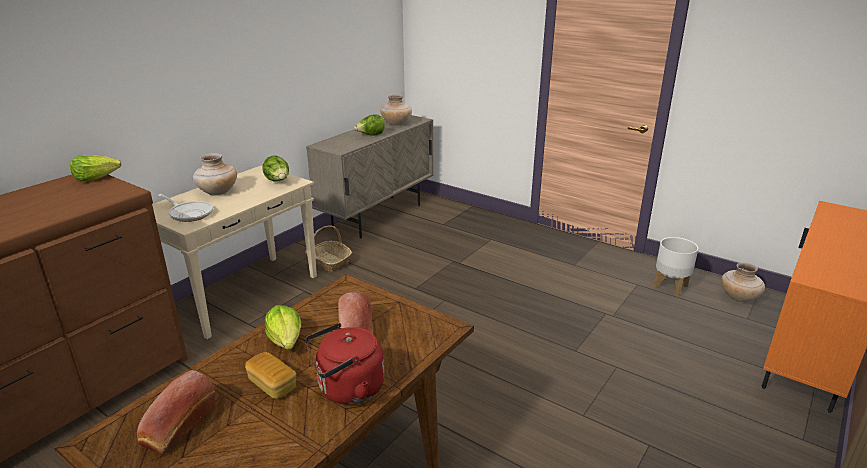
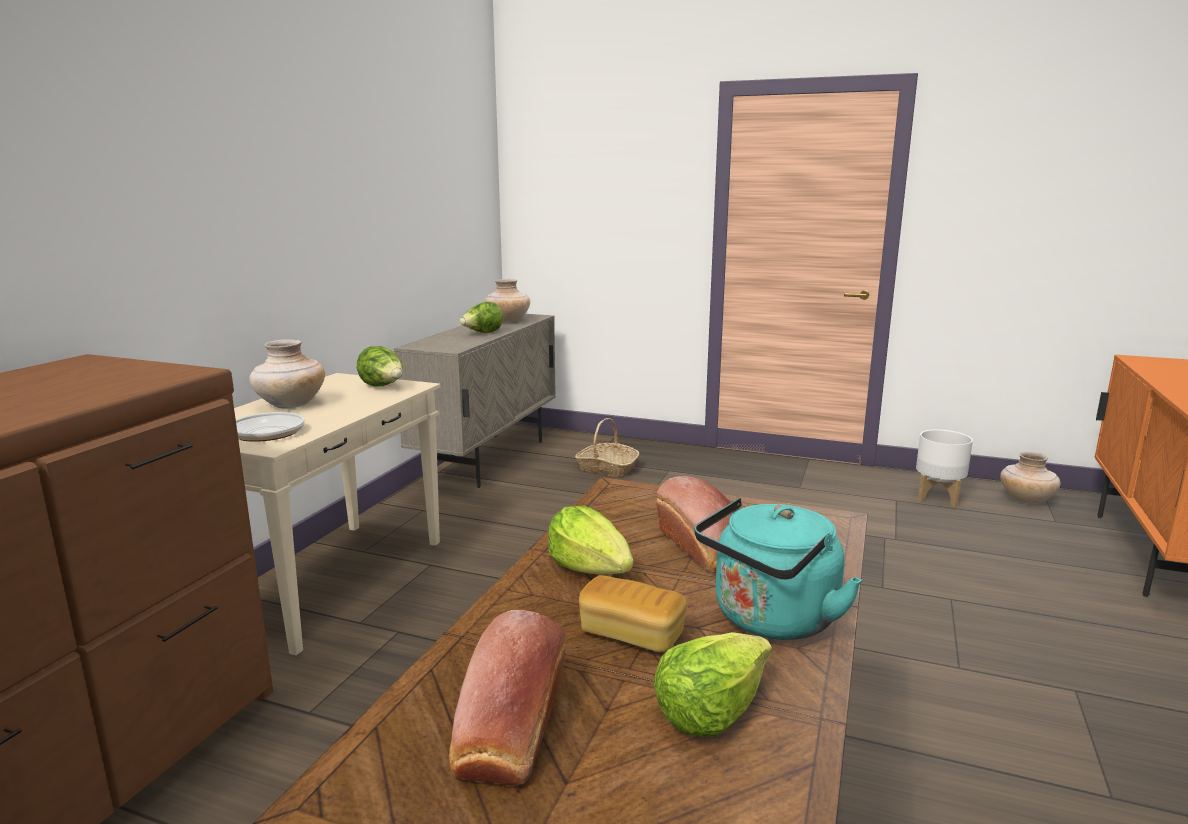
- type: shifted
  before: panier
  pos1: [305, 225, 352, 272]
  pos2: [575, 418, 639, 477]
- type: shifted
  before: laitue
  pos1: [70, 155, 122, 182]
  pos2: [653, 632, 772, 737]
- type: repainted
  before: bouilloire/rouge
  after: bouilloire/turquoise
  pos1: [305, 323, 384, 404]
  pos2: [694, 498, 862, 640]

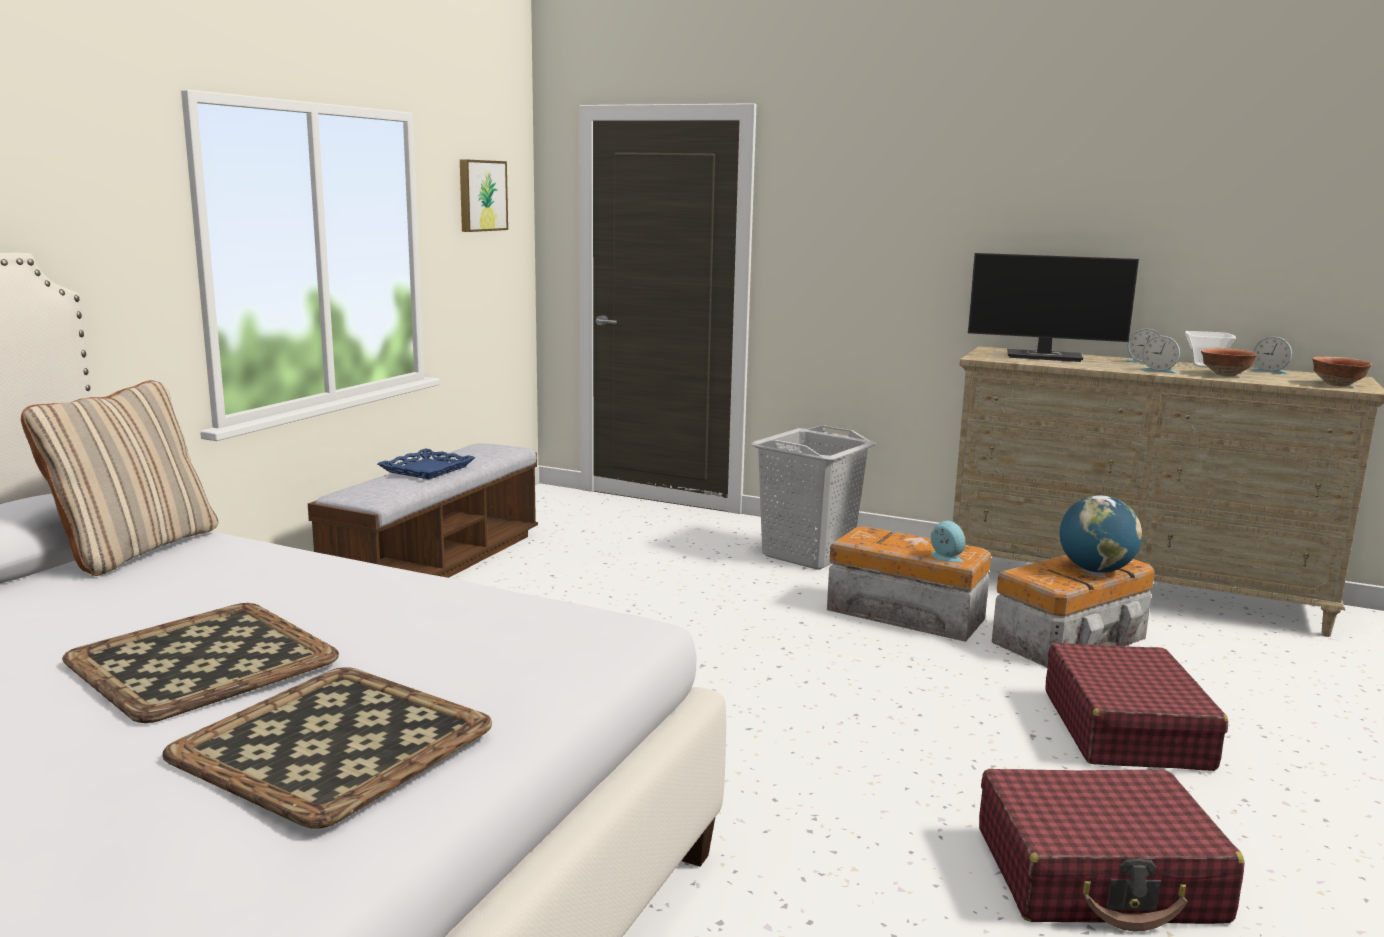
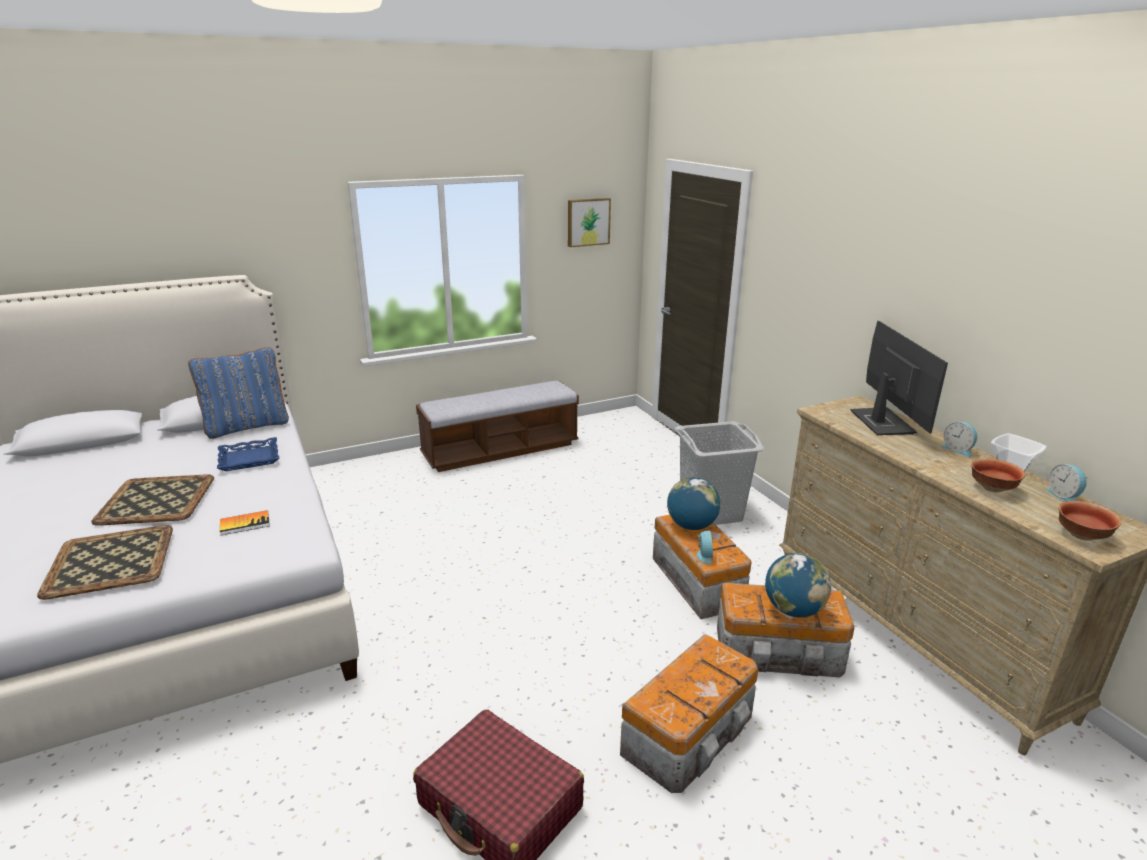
- type: repainted
  before: coussin/beige
  after: coussin/bleu
  pos1: [21, 380, 218, 576]
  pos2: [188, 347, 289, 439]
- type: shifted
  before: plateau/bleu
  pos1: [377, 448, 476, 479]
  pos2: [217, 437, 279, 471]
- type: new
  after: livre
  pos2: [220, 510, 270, 536]
- type: swapped
  before: valise/rouge
  after: boîte de rangement
  pos1: [1045, 643, 1228, 771]
  pos2: [620, 634, 758, 793]
- type: new
  after: globe
  pos2: [667, 477, 721, 530]
- type: rotated
  before: écran d'ordinateur
  pos1: [968, 253, 1139, 362]
  pos2: [850, 321, 948, 435]
  turn: -150
- type: gone
  before: réveil
  pos1: [1140, 336, 1180, 374]

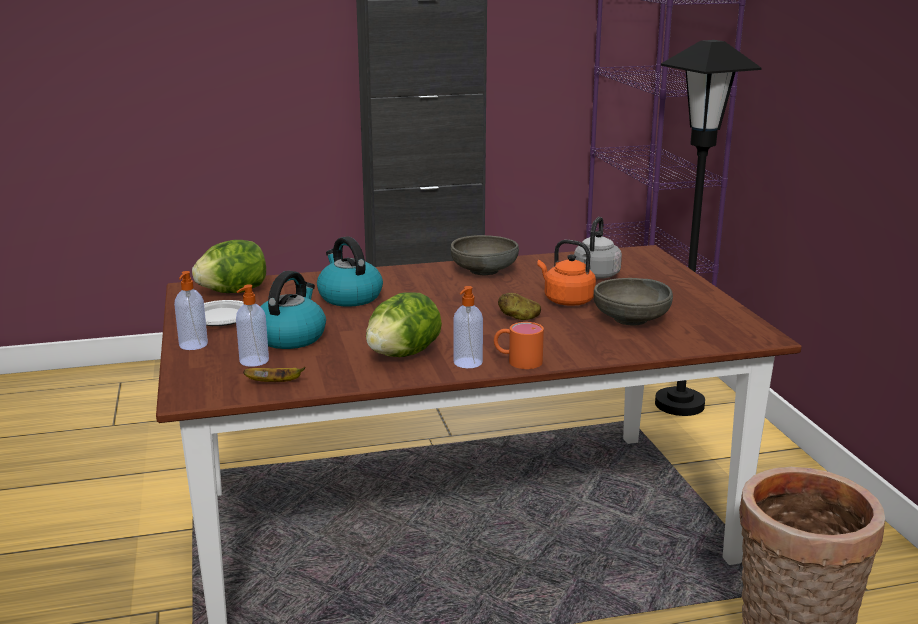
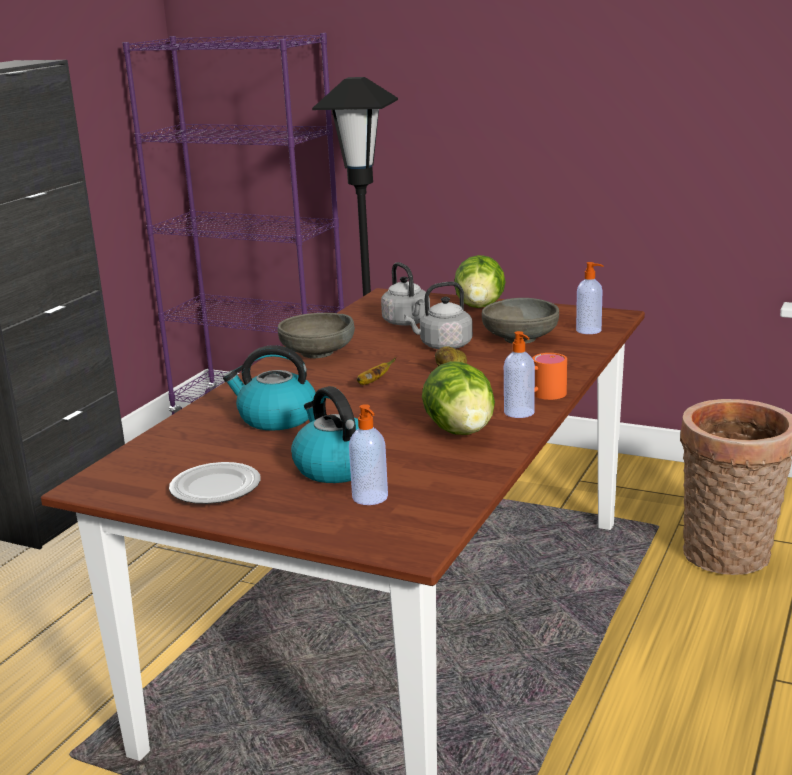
- type: shifted
  before: banane
  pos1: [243, 367, 305, 382]
  pos2: [357, 357, 396, 385]
- type: repainted
  before: bouilloire/orange
  after: bouilloire/gris
  pos1: [537, 240, 596, 306]
  pos2: [404, 282, 473, 349]
- type: shifted
  before: laitue
  pos1: [192, 240, 266, 293]
  pos2: [454, 255, 506, 308]
- type: shifted
  before: distributeur de savon
  pos1: [174, 271, 208, 350]
  pos2: [576, 262, 604, 334]

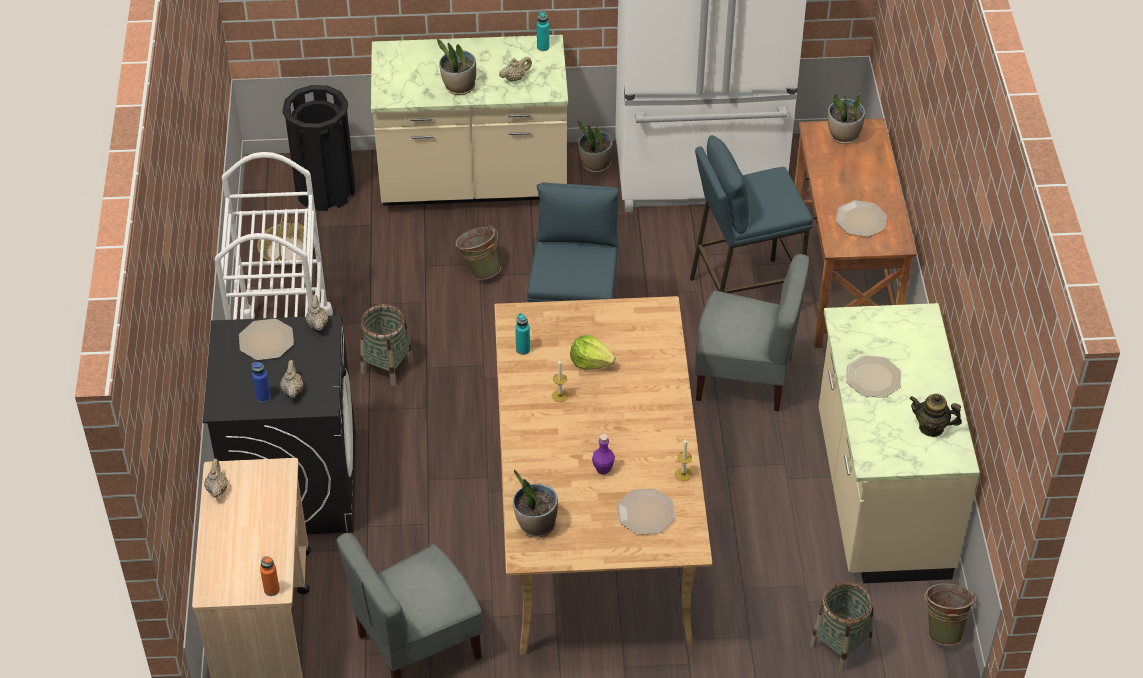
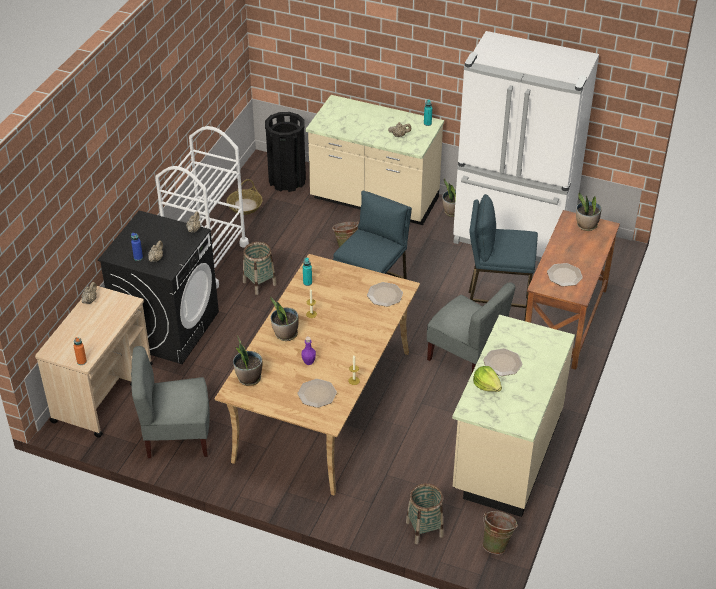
- type: shifted
  before: plante en pot
  pos1: [437, 38, 476, 95]
  pos2: [270, 296, 299, 341]
- type: shifted
  before: assiette
  pos1: [239, 319, 294, 360]
  pos2: [367, 282, 403, 307]
- type: shifted
  before: laitue
  pos1: [570, 335, 616, 370]
  pos2: [473, 366, 502, 392]
- type: gone
  before: théière
  pos1: [909, 394, 962, 437]

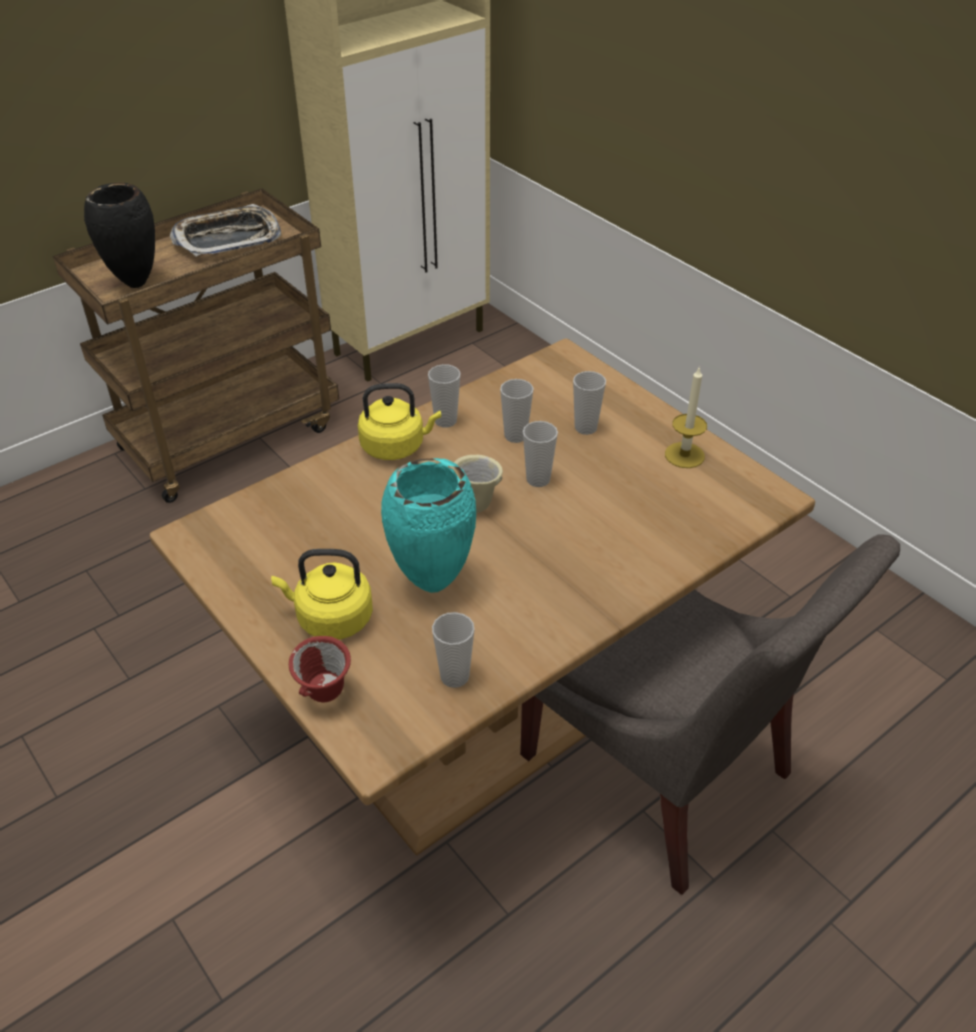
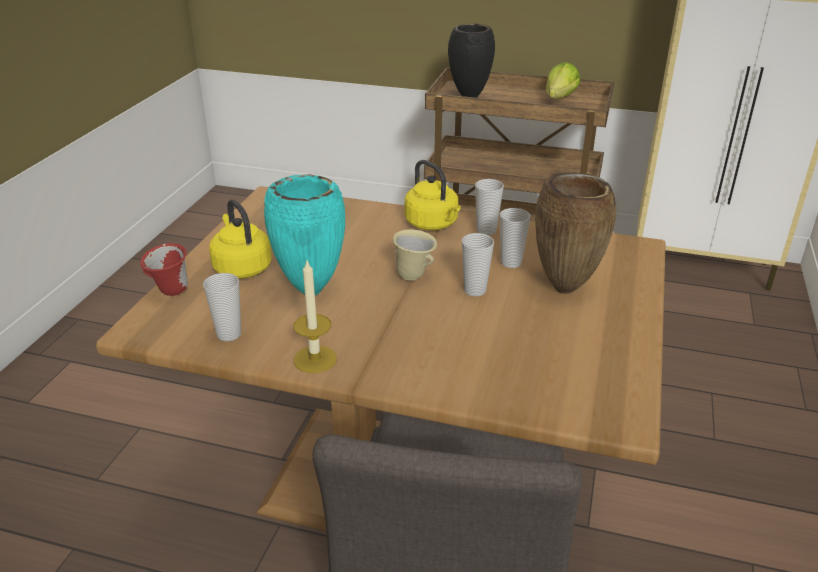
- type: shifted
  before: bougie
  pos1: [665, 366, 707, 468]
  pos2: [294, 261, 337, 373]
- type: swapped
  before: tasse
  after: vase/marron
  pos1: [573, 371, 606, 435]
  pos2: [535, 173, 617, 294]
- type: swapped
  before: plateau
  after: laitue
  pos1: [170, 204, 281, 256]
  pos2: [546, 62, 580, 99]

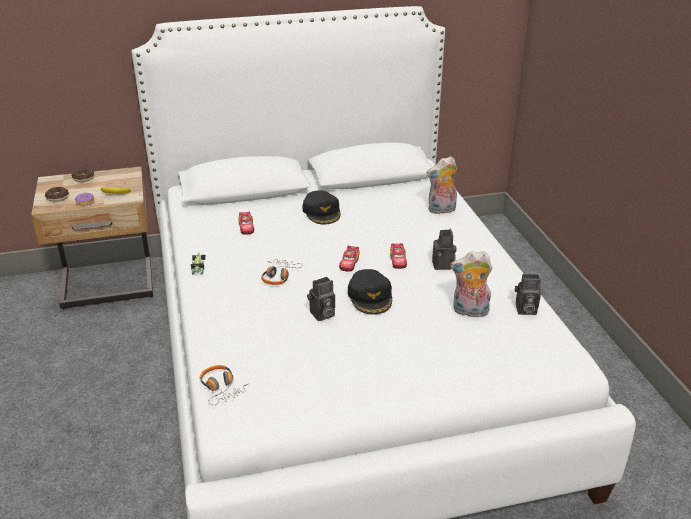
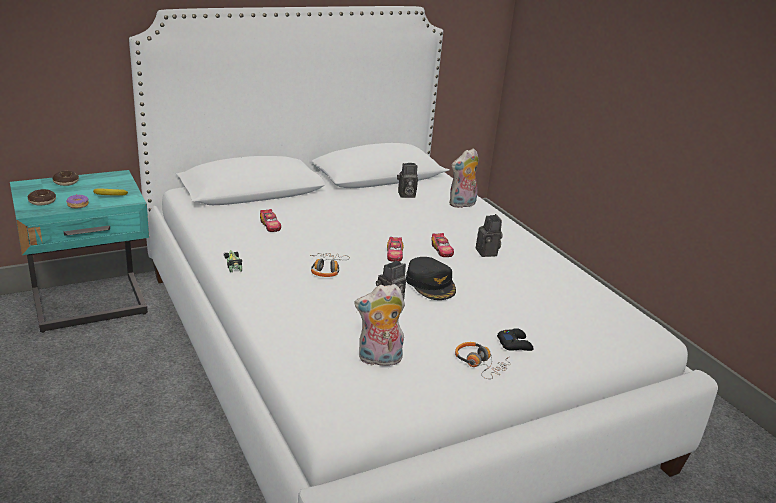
- type: repainted
  before: table de chevet/beige
  after: table de chevet/turquoise
  pos1: [31, 167, 153, 310]
  pos2: [10, 170, 149, 333]
- type: shifted
  before: peluche
  pos1: [450, 251, 492, 317]
  pos2: [354, 284, 405, 366]
- type: shifted
  before: appareil photo
  pos1: [515, 274, 541, 315]
  pos2: [397, 163, 418, 198]
- type: shifted
  before: casque audio
  pos1: [200, 365, 248, 405]
  pos2: [455, 342, 511, 379]
- type: new
  after: manette/noir
  pos2: [497, 328, 534, 351]
- type: gone
  before: casquette/noir
  pos1: [303, 191, 341, 224]

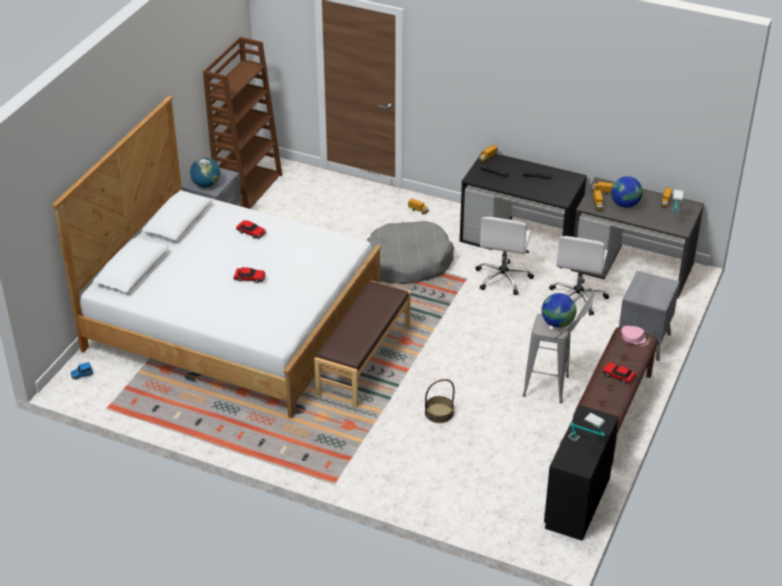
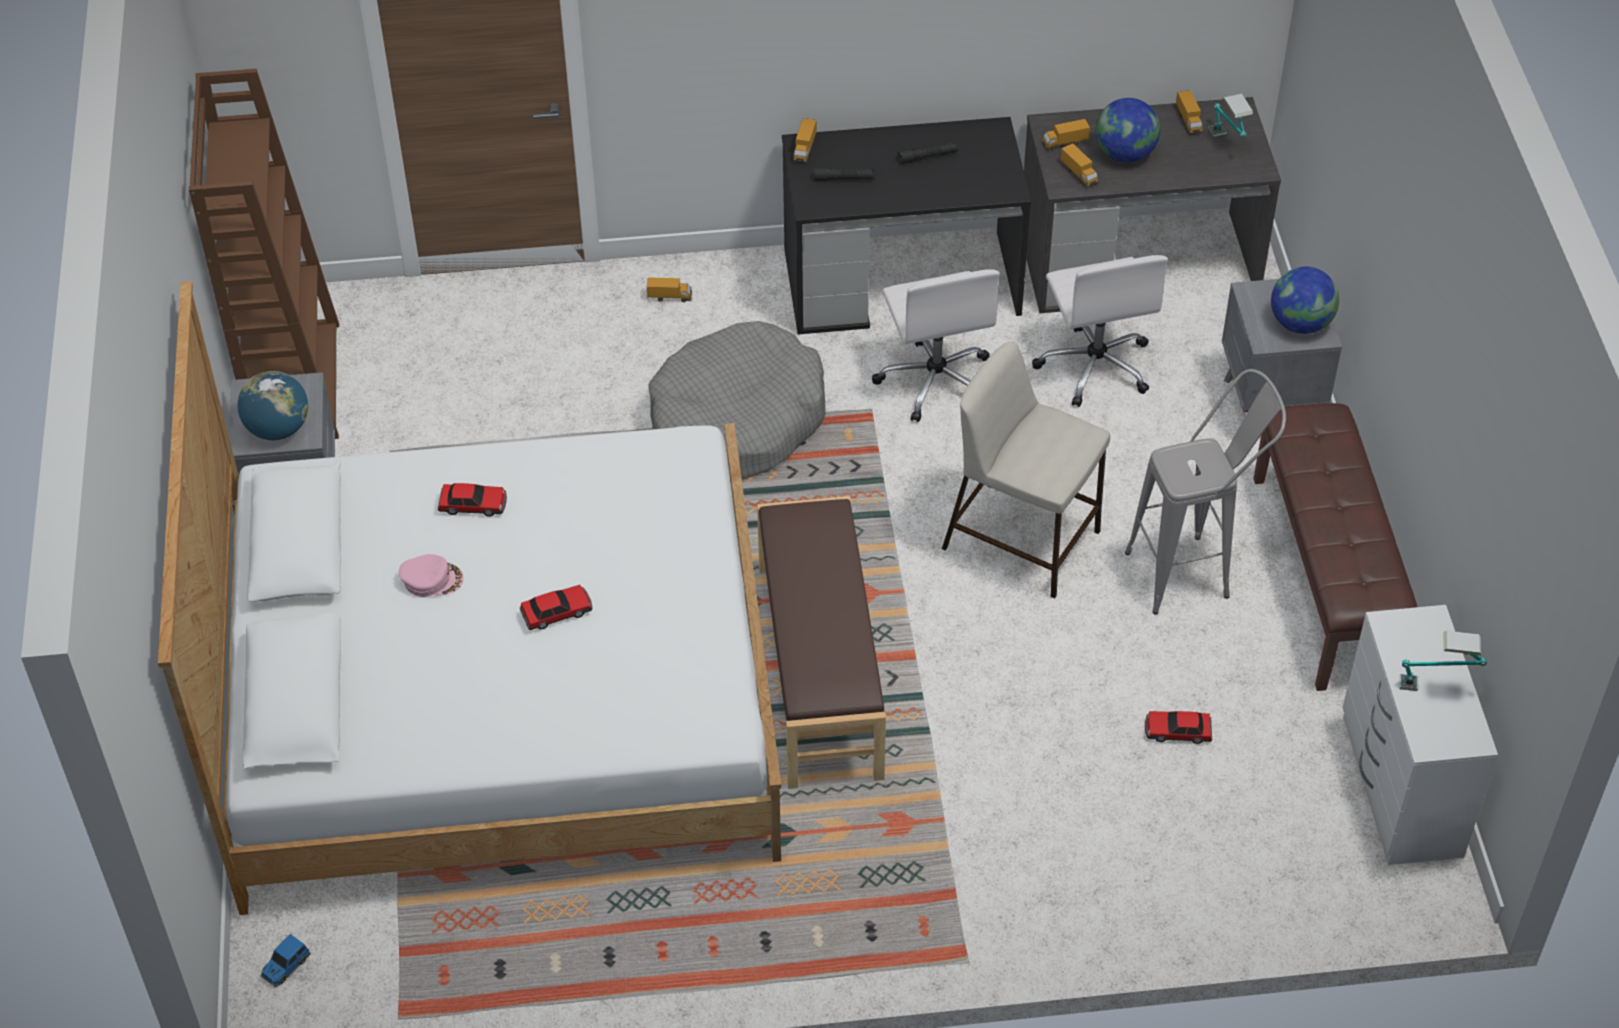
- type: shifted
  before: casquette/rose
  pos1: [621, 326, 649, 346]
  pos2: [399, 554, 464, 597]
- type: new
  after: tabouret/beige
  pos2: [942, 342, 1110, 599]
- type: shifted
  before: petite voiture
  pos1: [602, 362, 636, 384]
  pos2: [1145, 711, 1212, 744]
- type: shifted
  before: globe
  pos1: [542, 293, 577, 328]
  pos2: [1271, 267, 1339, 334]
- type: repainted
  before: commode/noir
  after: commode/blanc
  pos1: [544, 405, 619, 541]
  pos2: [1342, 605, 1498, 865]
- type: gone
  before: panier
  pos1: [425, 379, 455, 423]

